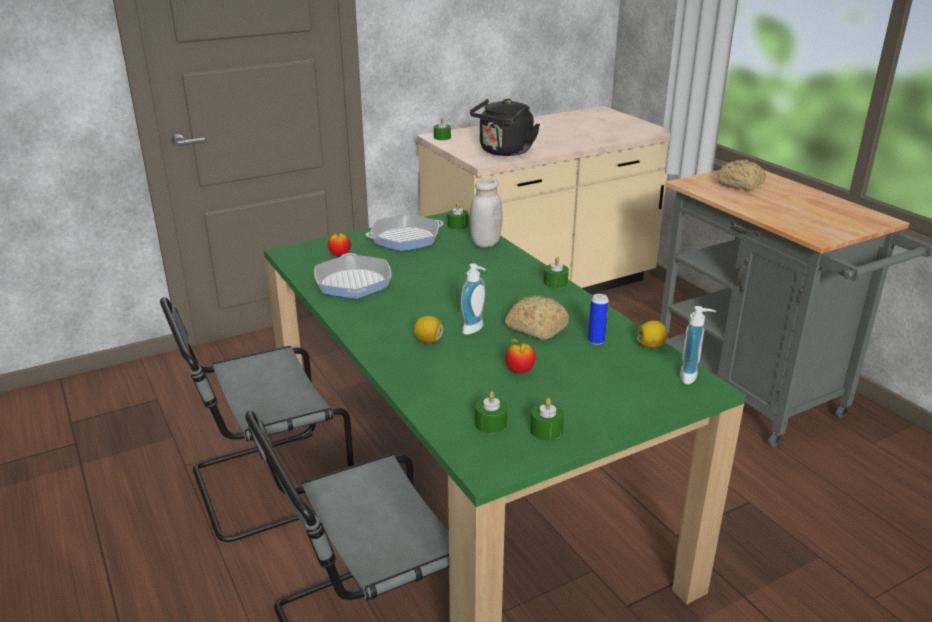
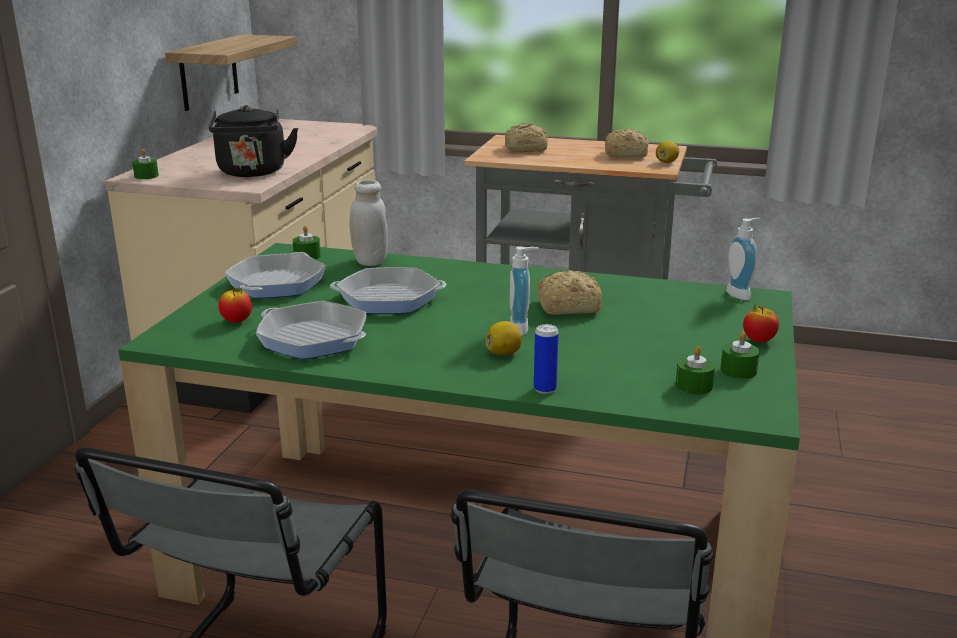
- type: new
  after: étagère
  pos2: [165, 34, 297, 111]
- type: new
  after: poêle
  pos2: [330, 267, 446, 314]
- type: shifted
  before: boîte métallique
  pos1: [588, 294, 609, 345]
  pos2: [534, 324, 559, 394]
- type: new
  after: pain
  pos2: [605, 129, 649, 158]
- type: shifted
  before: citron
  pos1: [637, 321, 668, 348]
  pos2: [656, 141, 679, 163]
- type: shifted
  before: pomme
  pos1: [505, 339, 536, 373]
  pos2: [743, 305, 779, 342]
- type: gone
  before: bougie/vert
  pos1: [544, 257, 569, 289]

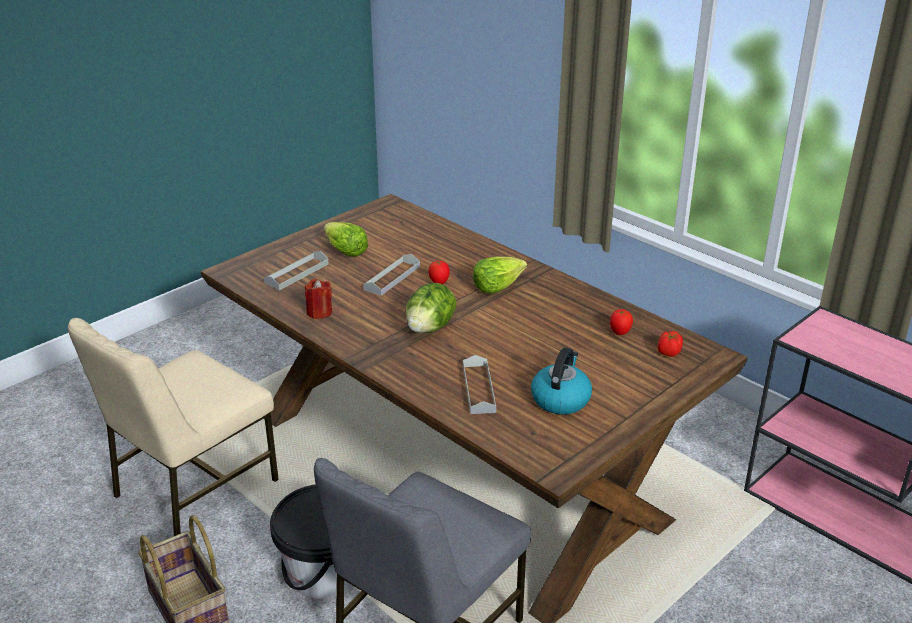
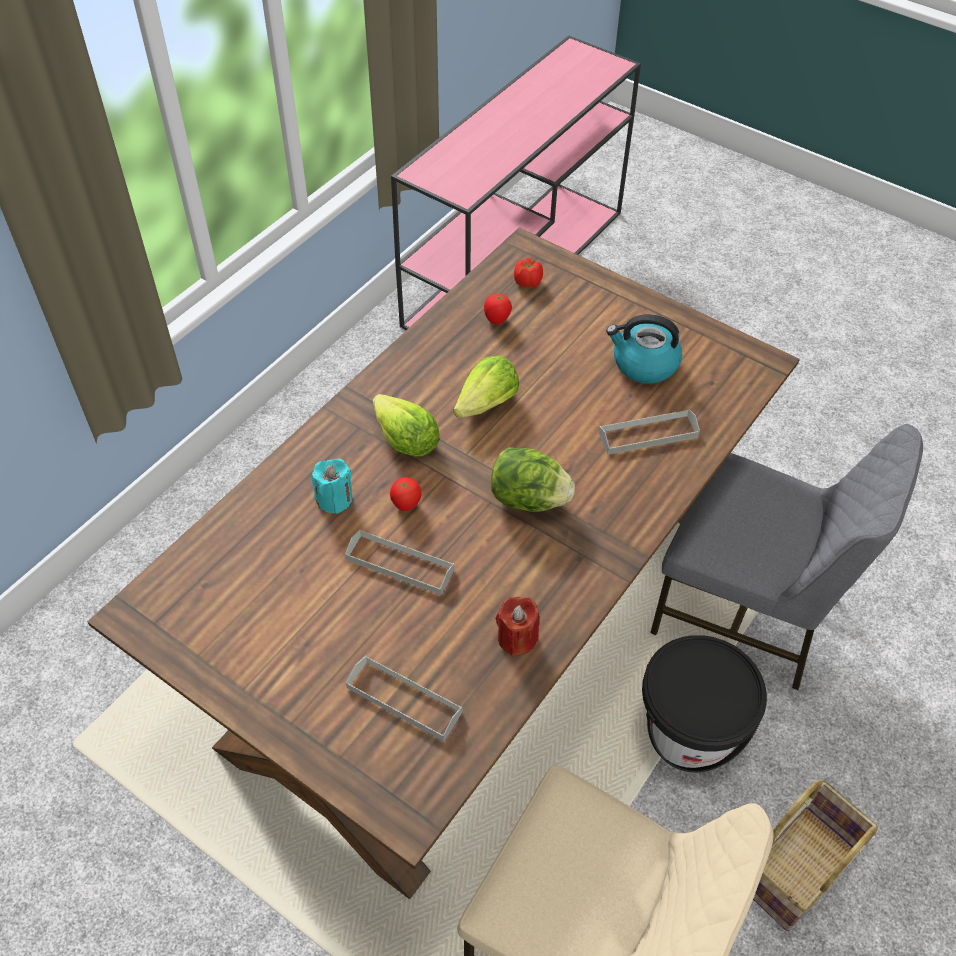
- type: new
  after: bougie/turquoise
  pos2: [311, 459, 352, 514]
- type: shifted
  before: laitue
  pos1: [324, 222, 368, 256]
  pos2: [453, 355, 519, 418]

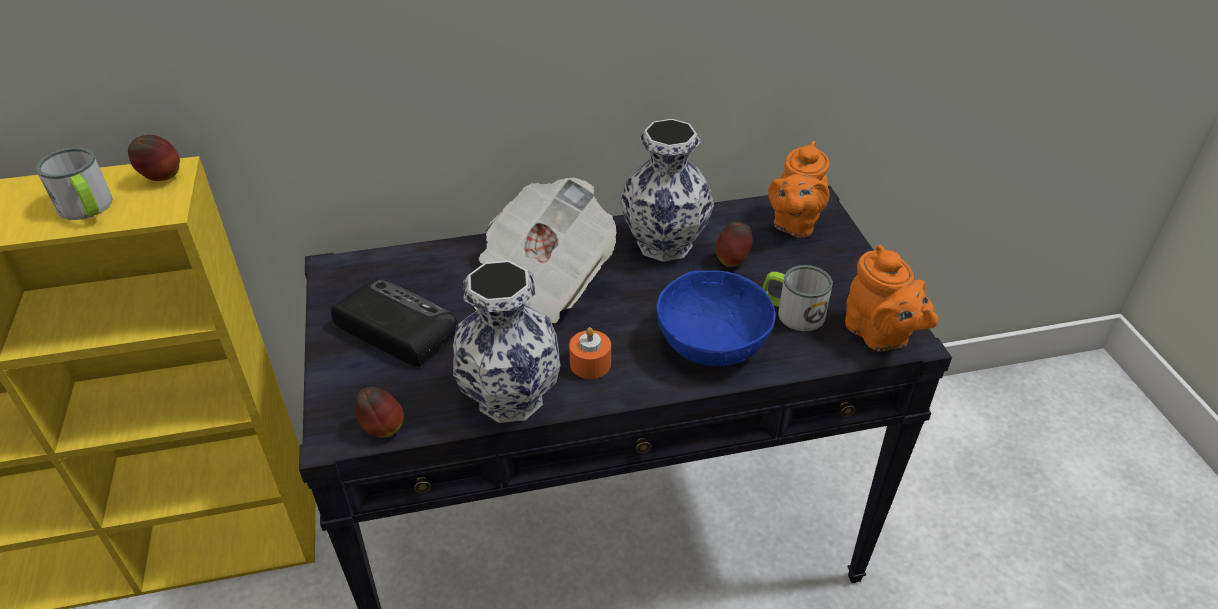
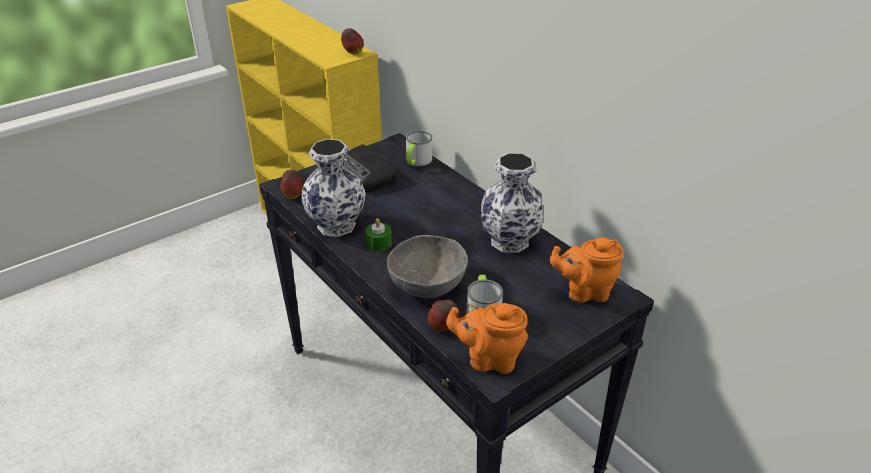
- type: rotated
  before: radio
  pos1: [331, 279, 458, 367]
  pos2: [343, 144, 397, 192]
  turn: 135
- type: repainted
  before: bougie/orange
  after: bougie/vert
  pos1: [569, 327, 611, 379]
  pos2: [365, 218, 392, 252]
- type: repainted
  before: bol/bleu
  after: bol/gris
  pos1: [656, 270, 776, 366]
  pos2: [387, 235, 468, 298]
- type: shifted
  before: mug
  pos1: [36, 147, 113, 220]
  pos2: [406, 131, 432, 166]
- type: shifted
  before: pomme
  pos1: [716, 222, 753, 267]
  pos2: [428, 299, 459, 332]
- type: rotated
  before: théière/orange
  pos1: [845, 245, 938, 351]
  pos2: [446, 303, 528, 374]
  turn: 60
- type: gone
  before: journal
  pos1: [474, 178, 616, 323]

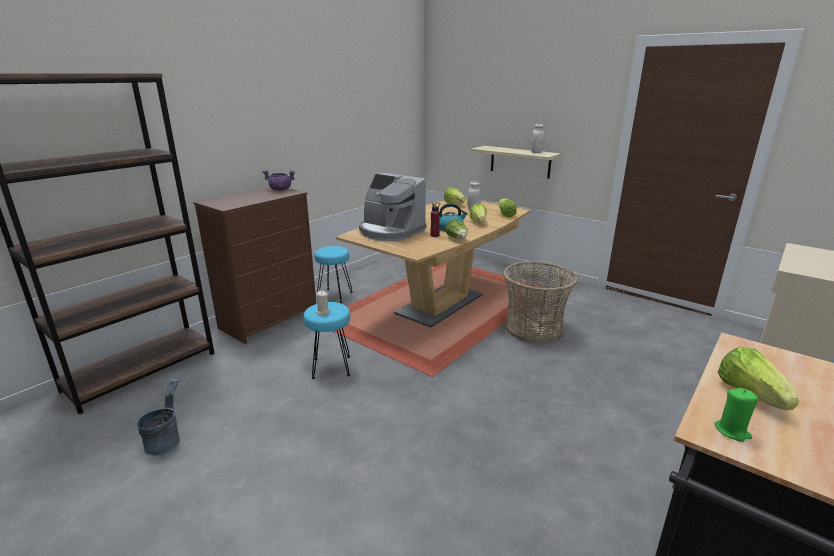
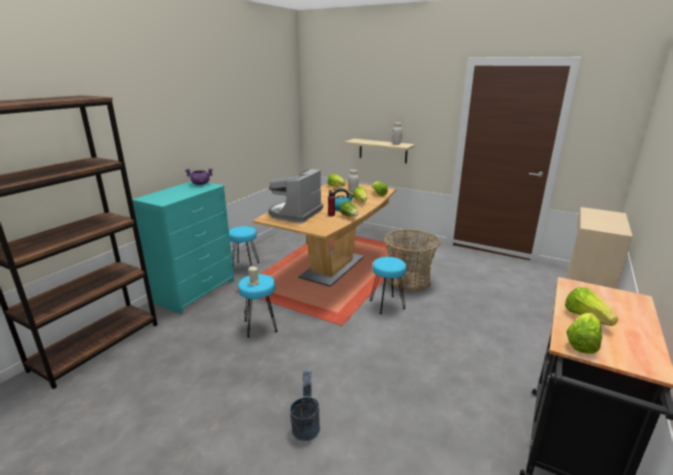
- type: repainted
  before: commode/marron
  after: commode/turquoise
  pos1: [193, 187, 316, 344]
  pos2: [132, 181, 234, 314]
- type: rotated
  before: machine à café
  pos1: [359, 173, 427, 241]
  pos2: [268, 168, 323, 223]
  turn: 90
- type: shifted
  before: seau/gris
  pos1: [137, 378, 180, 456]
  pos2: [290, 369, 320, 441]
- type: new
  after: tabouret/turquoise
  pos2: [370, 257, 406, 314]
- type: swapped
  before: bougie/vert
  after: laitue
  pos1: [714, 388, 758, 442]
  pos2: [566, 313, 602, 354]

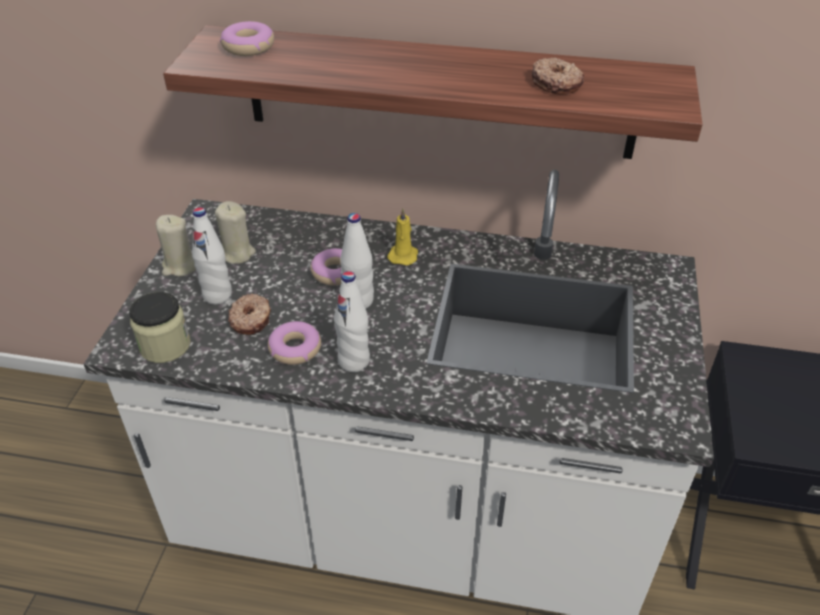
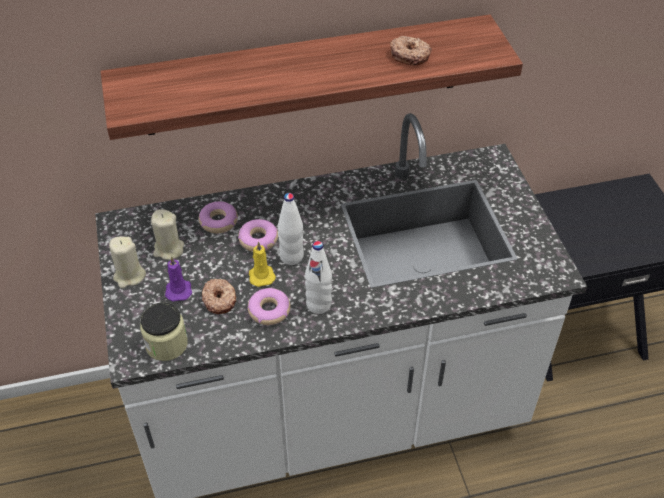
- type: swapped
  before: bouteille/blanc
  after: bougie/violet
  pos1: [192, 207, 232, 305]
  pos2: [165, 256, 192, 301]
- type: shifted
  before: beignet
  pos1: [220, 21, 274, 56]
  pos2: [199, 201, 238, 233]
- type: shifted
  before: bougie/jaune
  pos1: [387, 209, 418, 265]
  pos2: [249, 241, 276, 287]

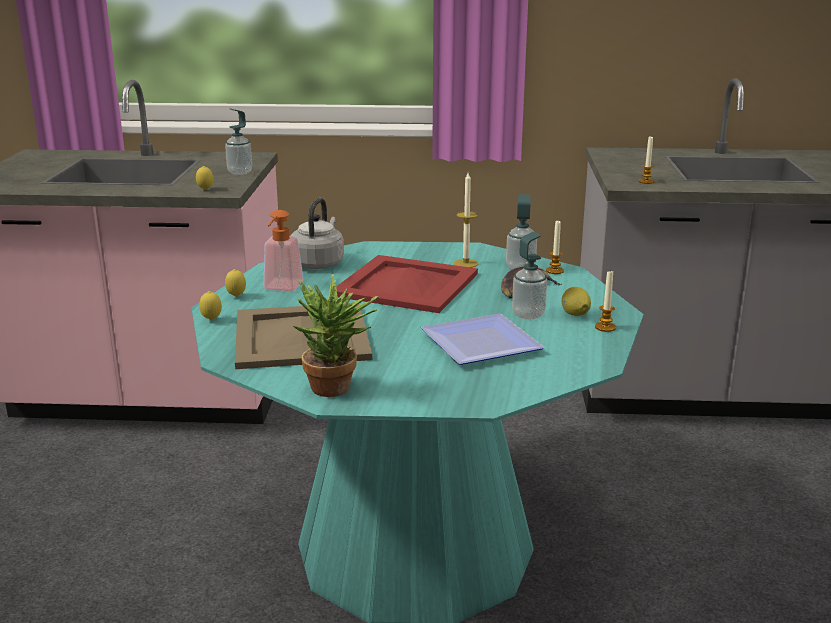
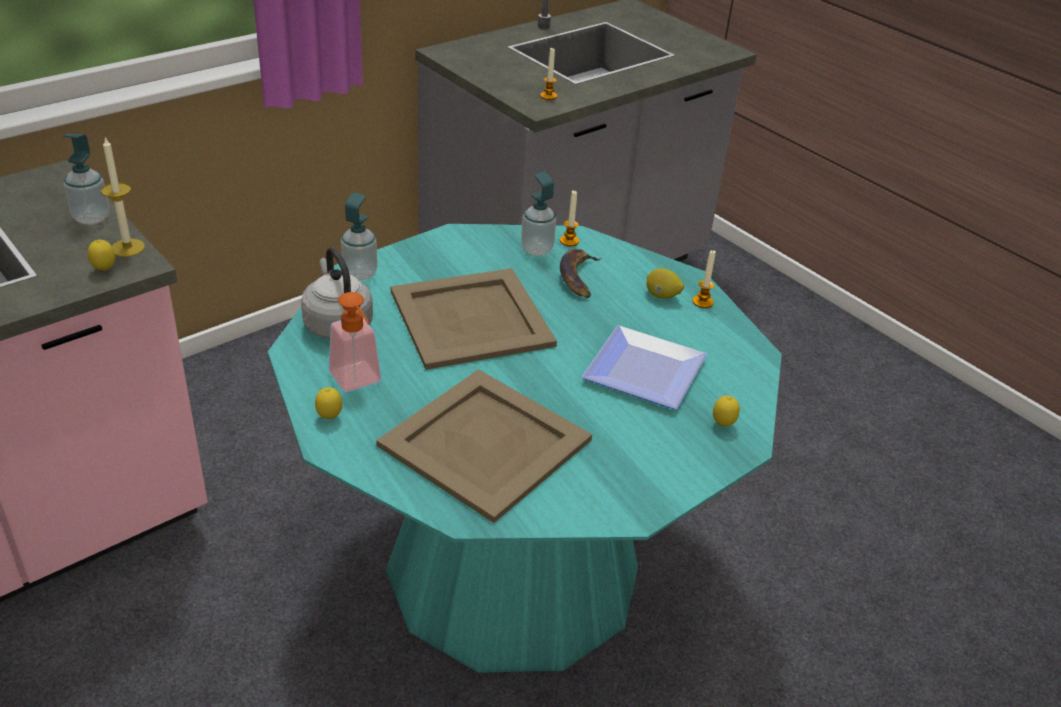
- type: shifted
  before: bougie
  pos1: [454, 173, 478, 268]
  pos2: [101, 137, 145, 257]
- type: shifted
  before: distributeur de savon
  pos1: [512, 232, 547, 319]
  pos2: [341, 192, 377, 280]
- type: repainted
  before: plateau/rouge
  after: plateau/beige
  pos1: [336, 255, 478, 313]
  pos2: [391, 268, 557, 370]
- type: shifted
  before: citron
  pos1: [199, 291, 222, 321]
  pos2: [713, 396, 740, 426]
- type: gone
  before: plante en pot
  pos1: [293, 274, 379, 397]

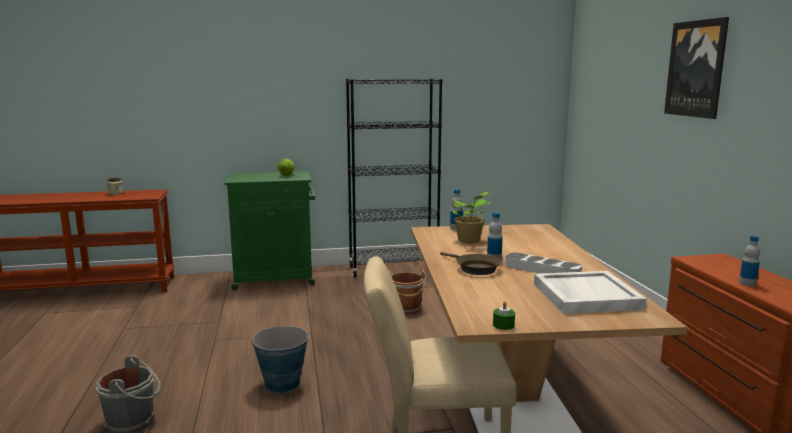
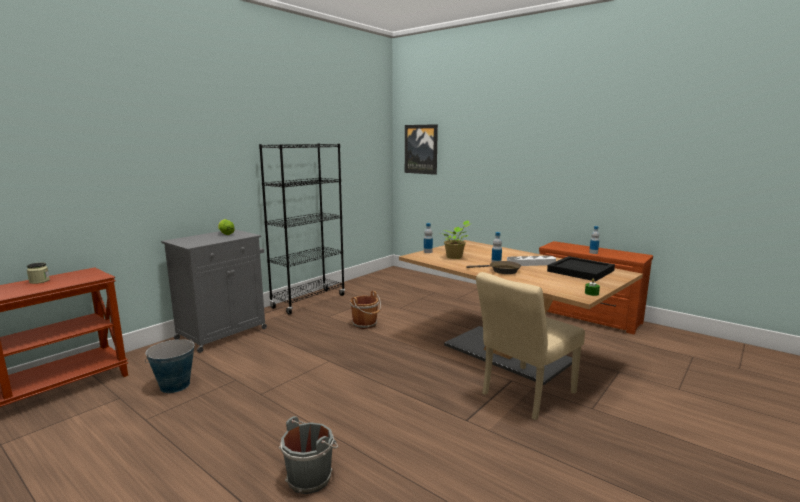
- type: shifted
  before: seau
  pos1: [251, 326, 309, 393]
  pos2: [145, 339, 194, 393]
- type: repainted
  before: meuble de rangement/vert
  after: meuble de rangement/gris
  pos1: [224, 171, 315, 290]
  pos2: [161, 230, 267, 353]
- type: shifted
  before: tableau
  pos1: [664, 17, 729, 119]
  pos2: [405, 124, 438, 175]
- type: repainted
  before: plateau/blanc
  after: plateau/noir
  pos1: [534, 271, 647, 314]
  pos2: [547, 256, 615, 281]

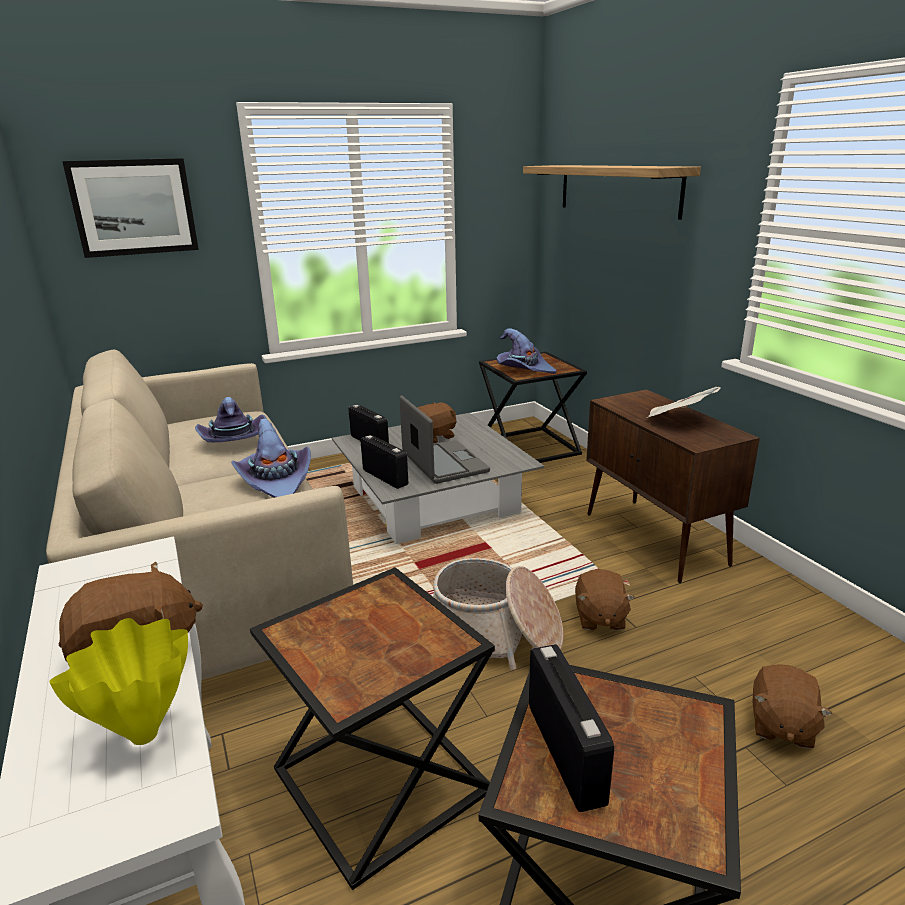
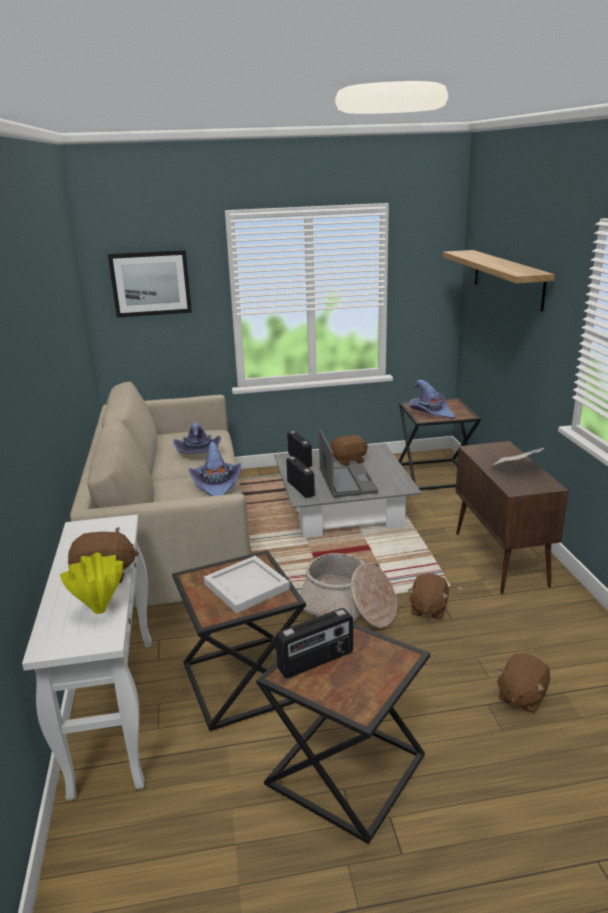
- type: new
  after: plateau/blanc
  pos2: [204, 556, 290, 613]
- type: rotated
  before: radio
  pos1: [529, 644, 614, 812]
  pos2: [276, 608, 353, 678]
  turn: 60

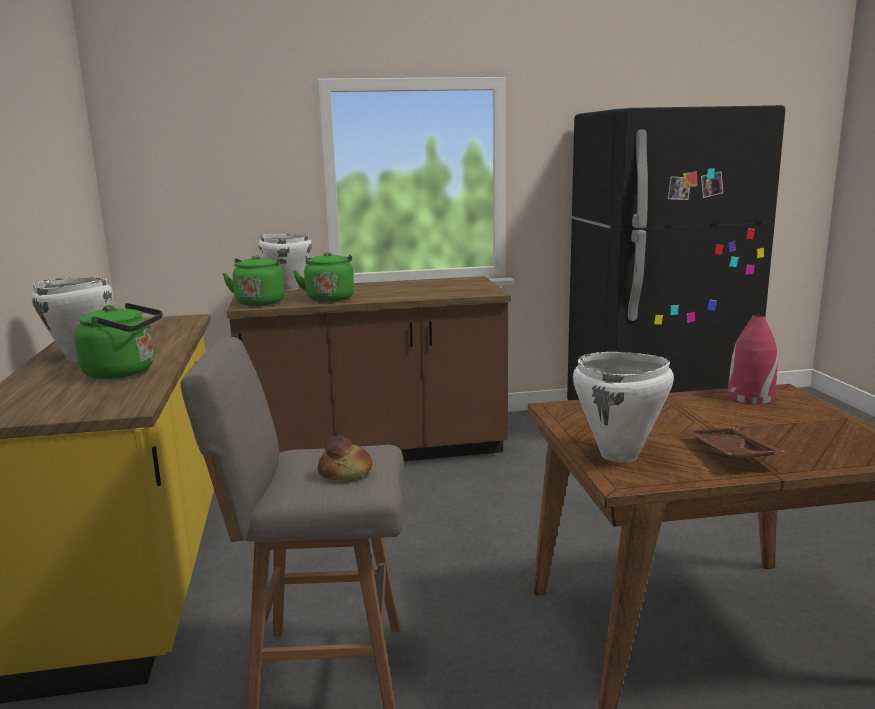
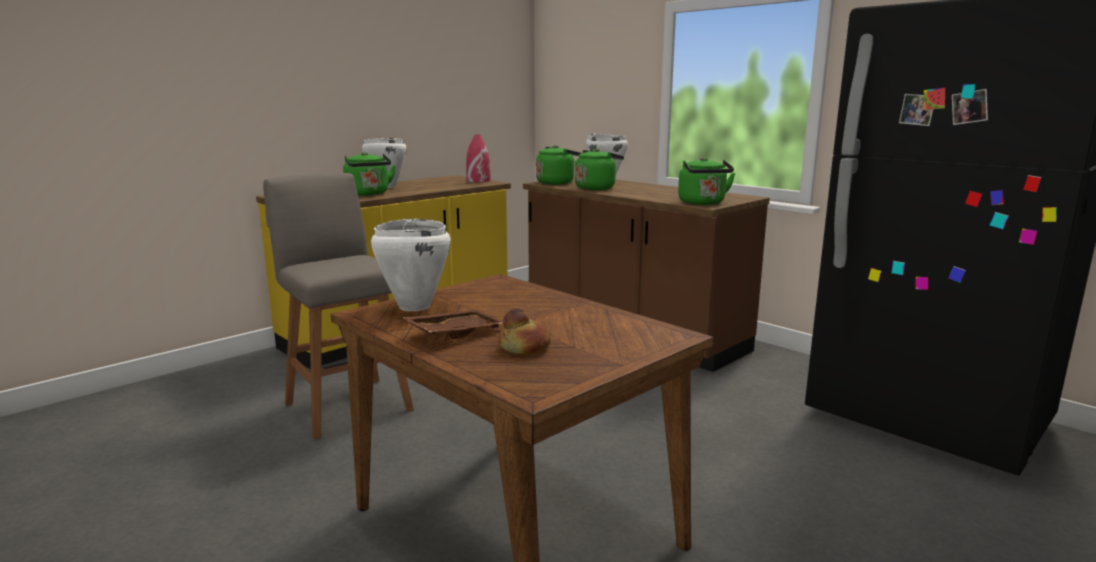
- type: shifted
  before: vase/rouge
  pos1: [728, 315, 778, 404]
  pos2: [466, 134, 490, 183]
- type: shifted
  before: pain
  pos1: [317, 435, 372, 480]
  pos2: [499, 308, 551, 354]
- type: new
  after: bouilloire/vert
  pos2: [678, 157, 735, 205]

